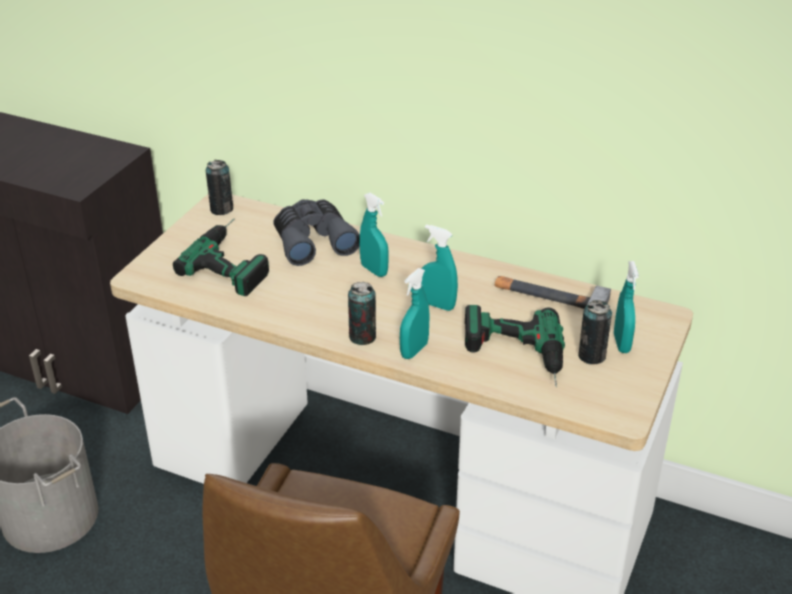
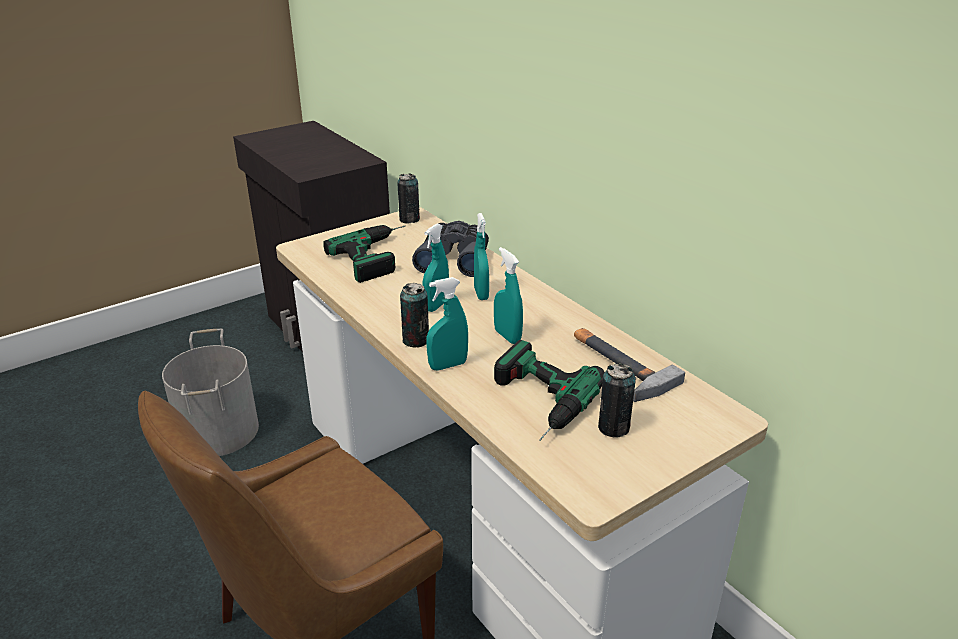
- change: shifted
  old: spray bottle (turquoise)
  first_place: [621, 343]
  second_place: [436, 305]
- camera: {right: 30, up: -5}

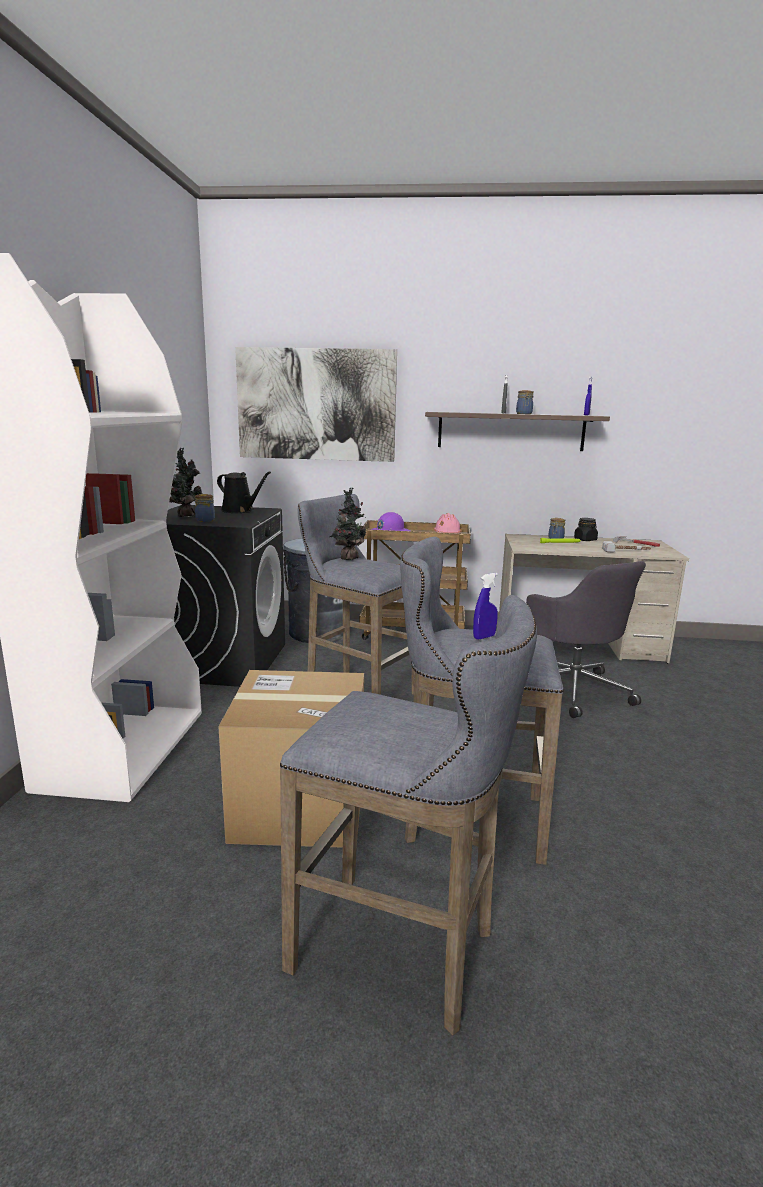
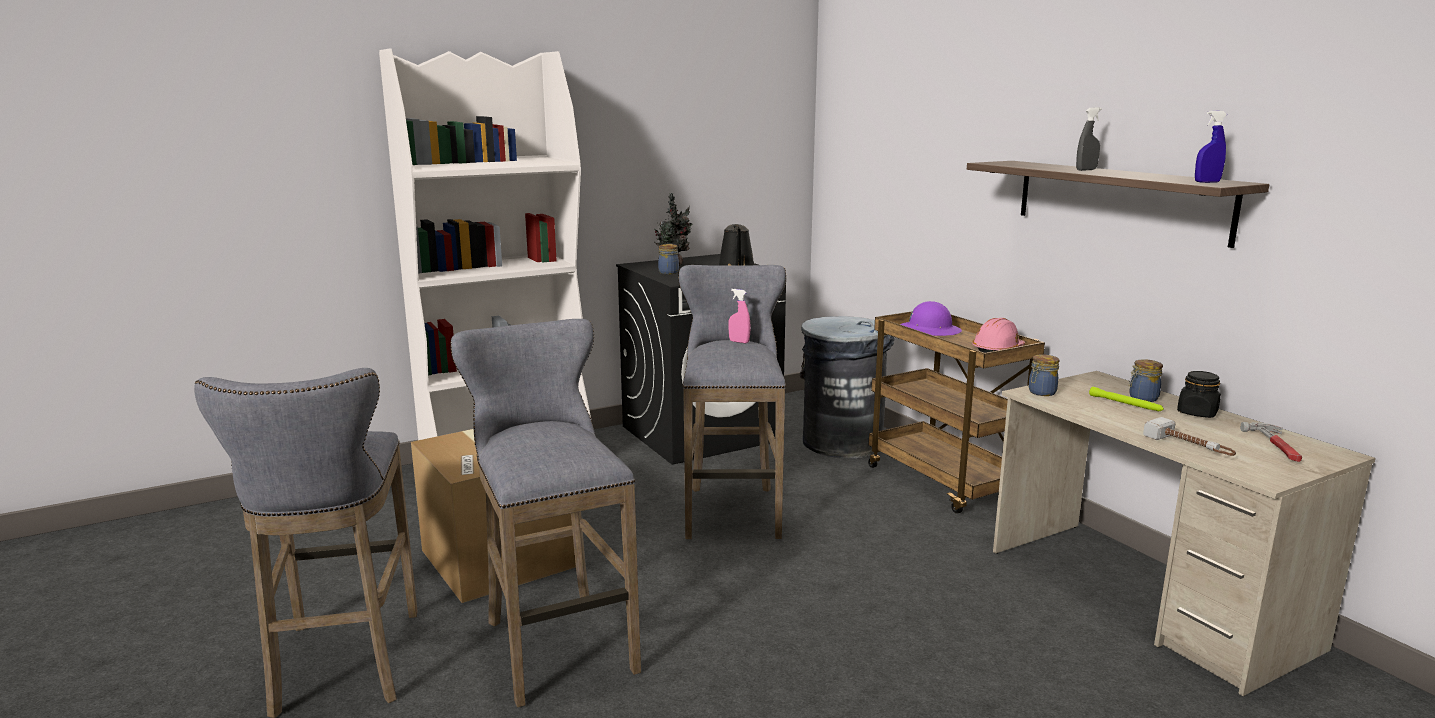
- change: swapped
  old: potted plant
  new: spray bottle (pink)
  first_place: [347, 558]
  second_place: [739, 342]
- change: shifted
  old: jar
  first_place: [524, 414]
  second_place: [1041, 392]
- change: gone
  old: picture
  first_place: [316, 405]
- change: gone
  old: spray bottle (blue)
  first_place: [484, 637]
- change: gone
  old: office chair (grey)
  first_place: [573, 690]
- camera: {right: 55, up: 0}

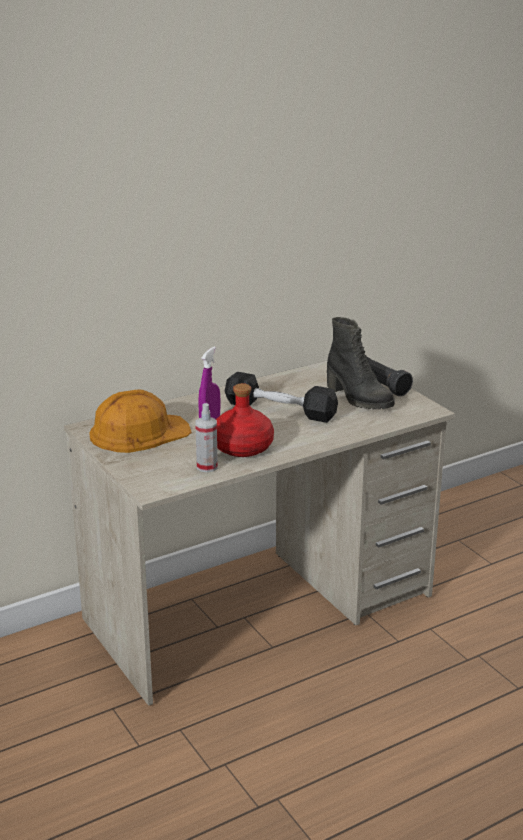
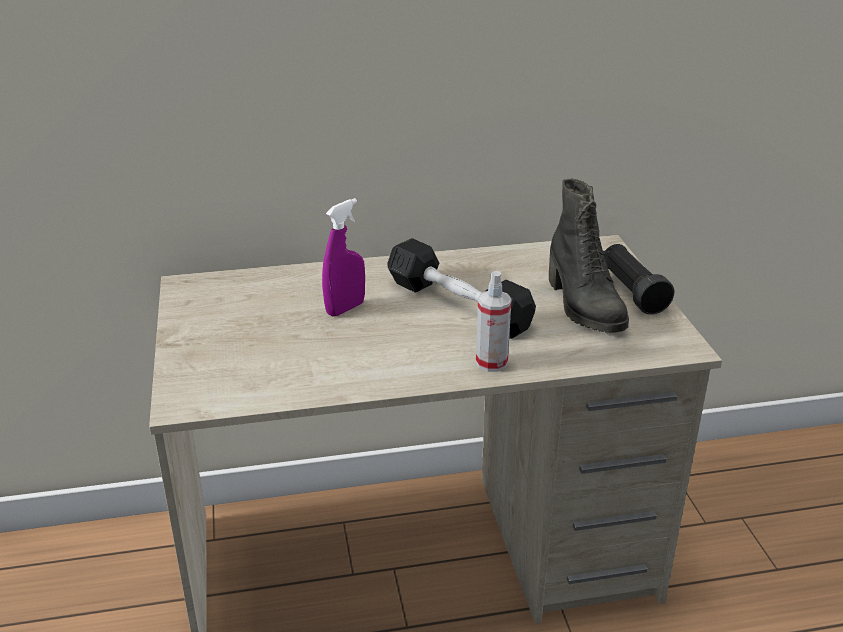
- change: shifted
  old: spray bottle
  first_place: [207, 467]
  second_place: [491, 363]
- change: gone
  old: hard hat (orange)
  first_place: [138, 432]
- change: gone
  old: bottle (red)
  first_place: [243, 447]
- camera: {right: 20, up: 5}

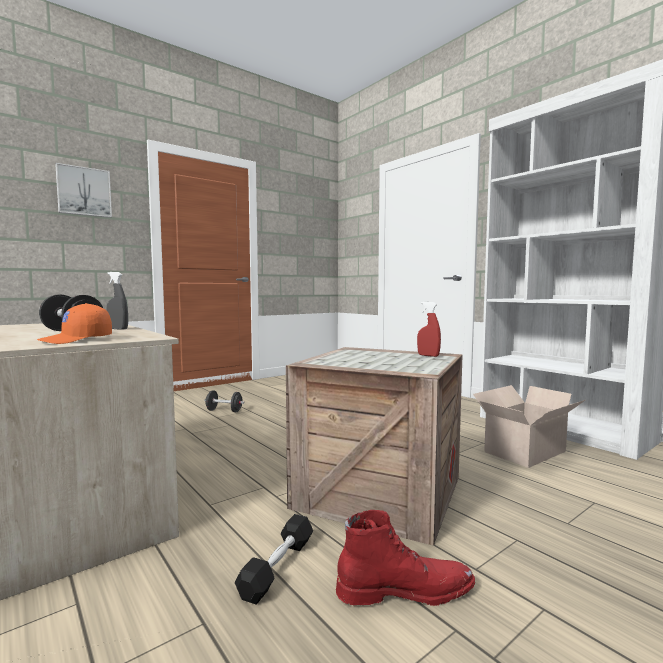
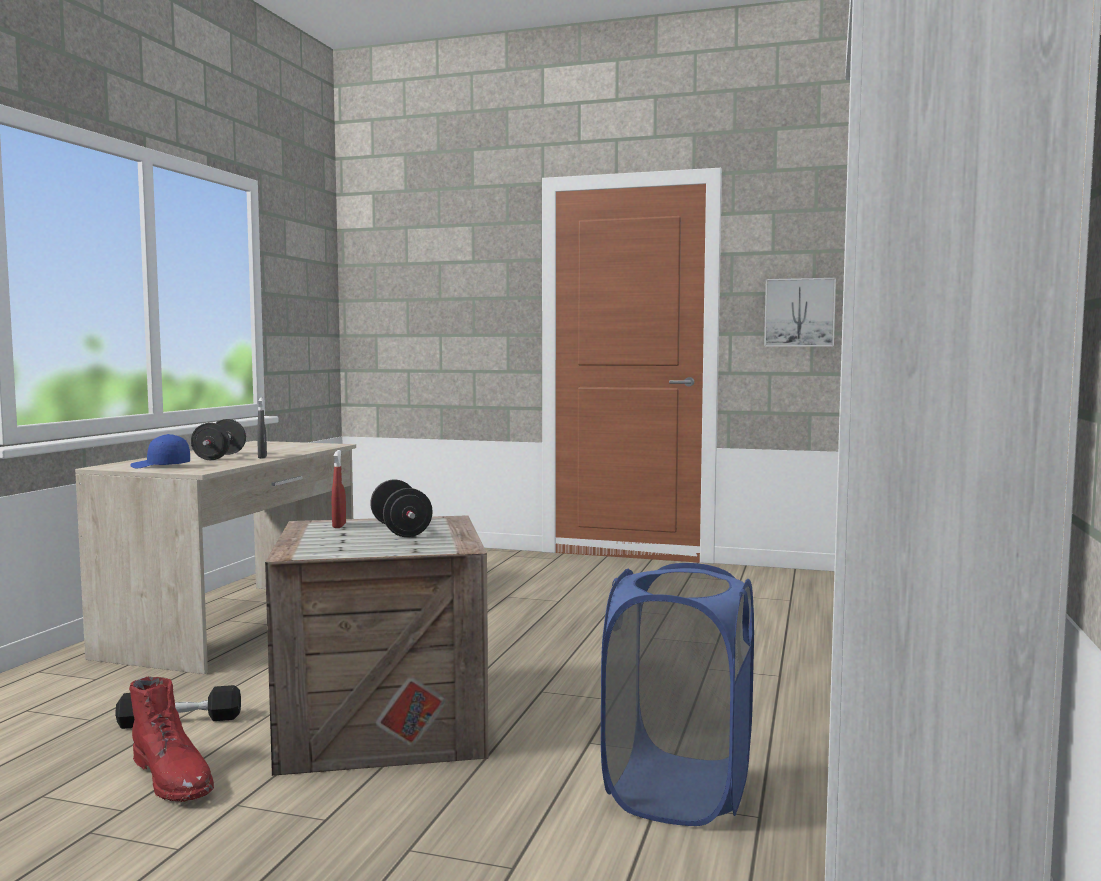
- change: repainted
  old: cap (orange)
  new: cap (blue)
  first_place: [77, 340]
  second_place: [160, 466]
- change: shifted
  old: spray bottle (red)
  first_place: [428, 355]
  second_place: [339, 526]
- change: shifted
  old: dumbbell (black)
  first_place: [224, 411]
  second_place: [401, 531]
- change: swapped
  old: cardboard box
  new: laundry basket (blue)
  first_place: [523, 452]
  second_place: [678, 790]
- change: shifted
  old: picture
  first_place: [84, 192]
  second_place: [799, 312]
- camera: {right: 55, up: 0}

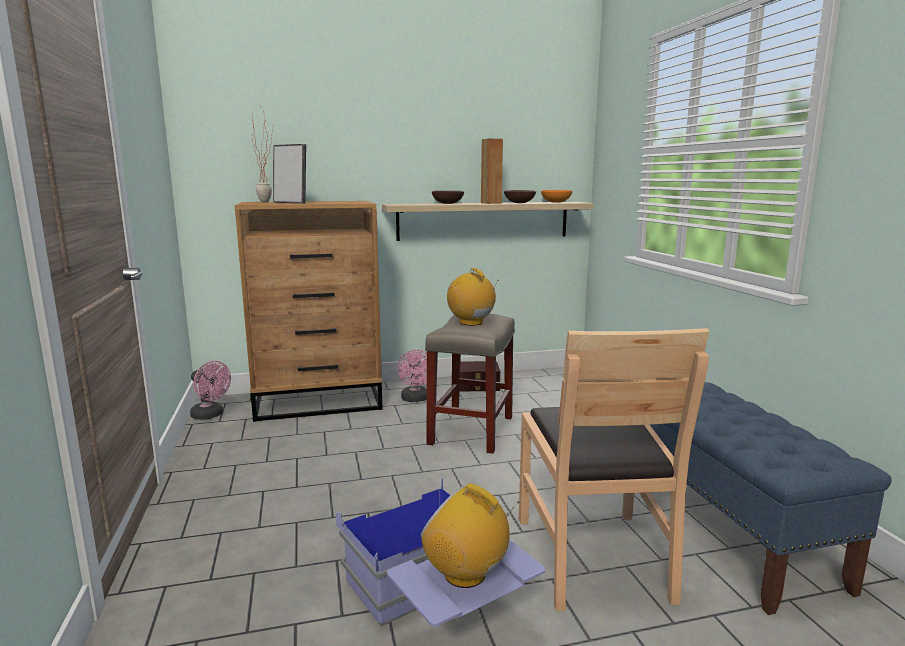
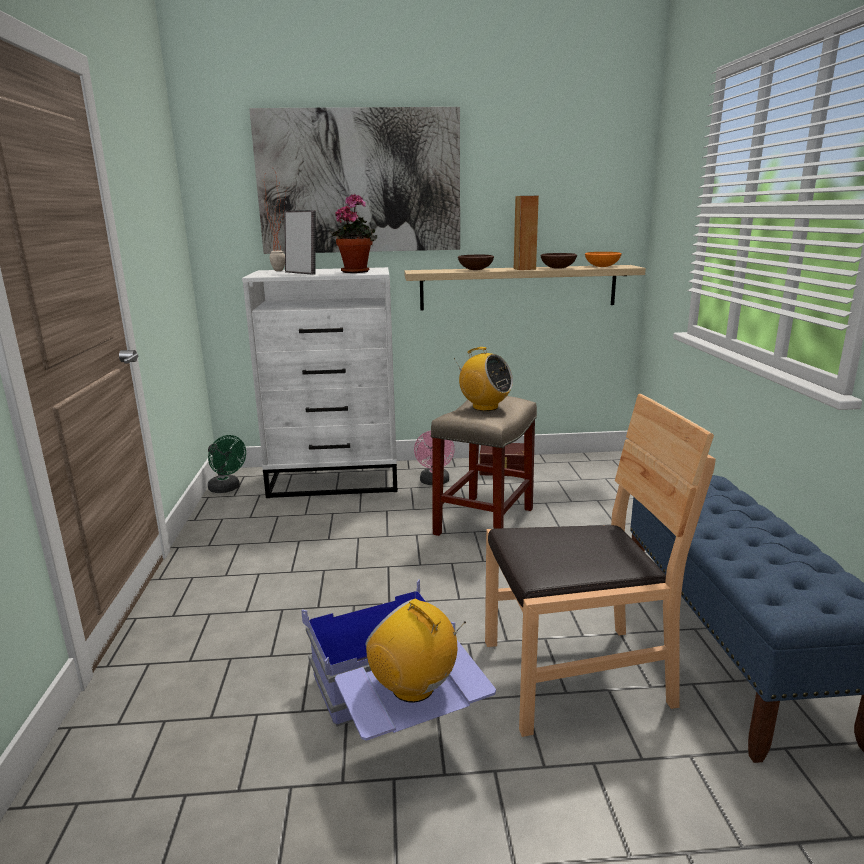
- change: repainted
  old: fan (pink)
  new: fan (green)
  first_place: [210, 415]
  second_place: [227, 489]
- change: repainted
  old: dresser (brown)
  new: dresser (white)
  first_place: [319, 402]
  second_place: [336, 480]
- change: new
  new: picture
  second_place: [359, 182]
- change: new
  new: potted plant
  second_place: [356, 271]
- change: rotated
  old: radio
  first_place: [471, 322]
  second_place: [484, 407]
  degrees: 150
- change: rotated
  old: chair (brown)
  first_place: [593, 556]
  second_place: [575, 675]
  degrees: -105
- camera: {right: 10, up: 5}

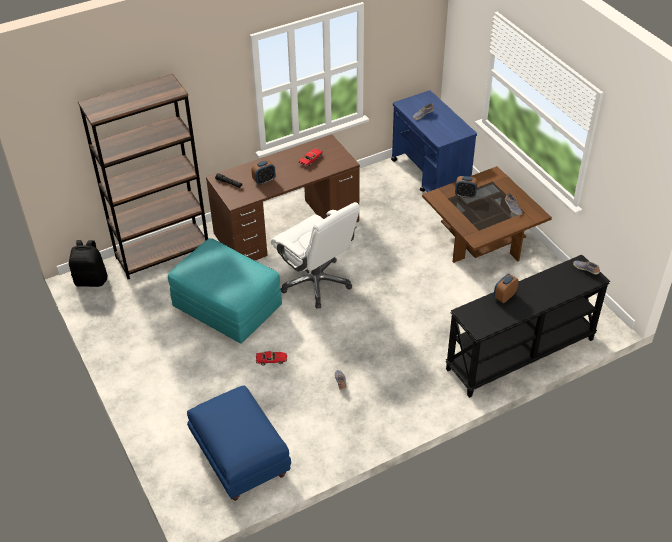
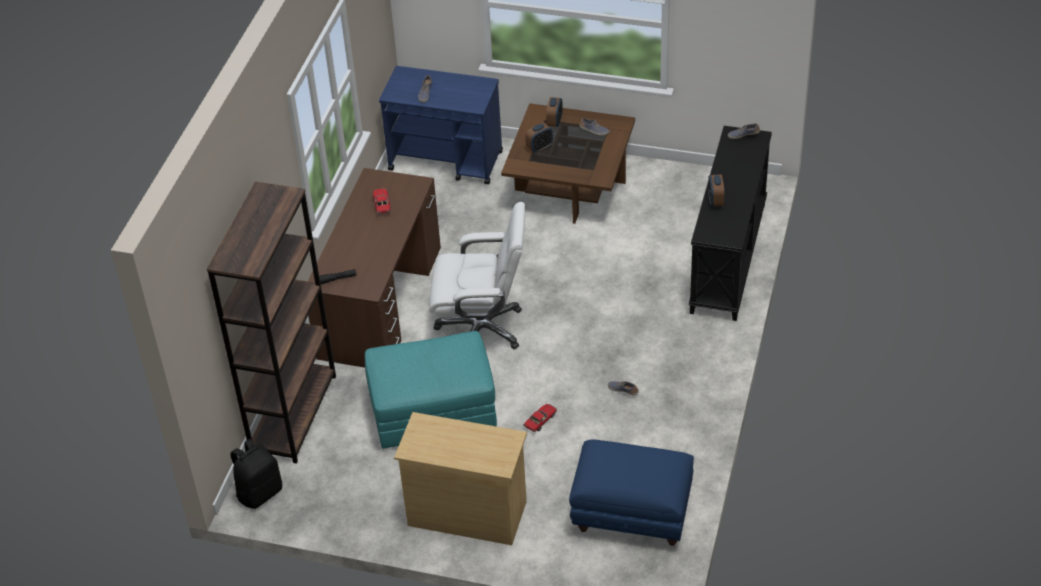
- change: new
  new: dresser (beige)
  second_place: [466, 513]
- change: shifted
  old: alarm clock
  first_place: [264, 181]
  second_place: [554, 122]
- camera: {right: -45, up: 0}

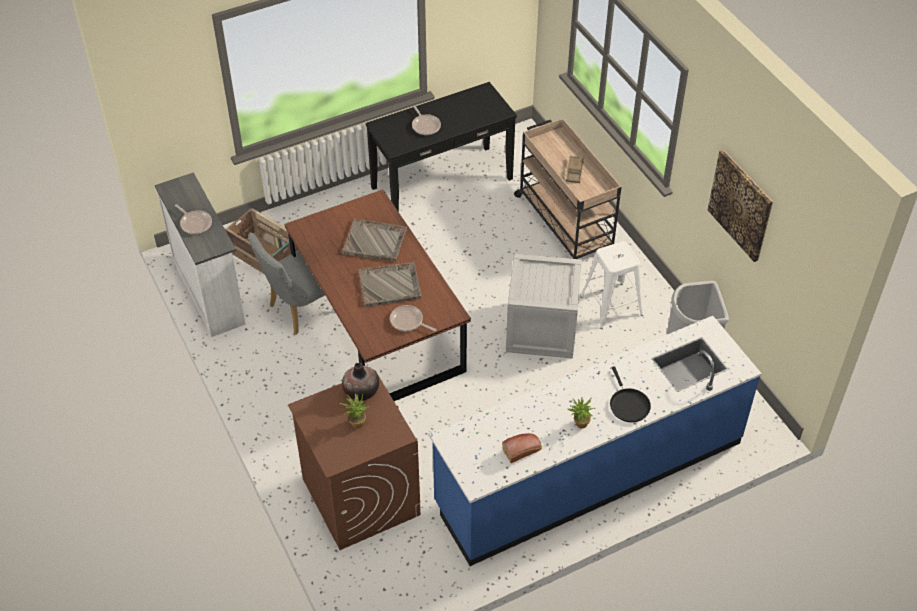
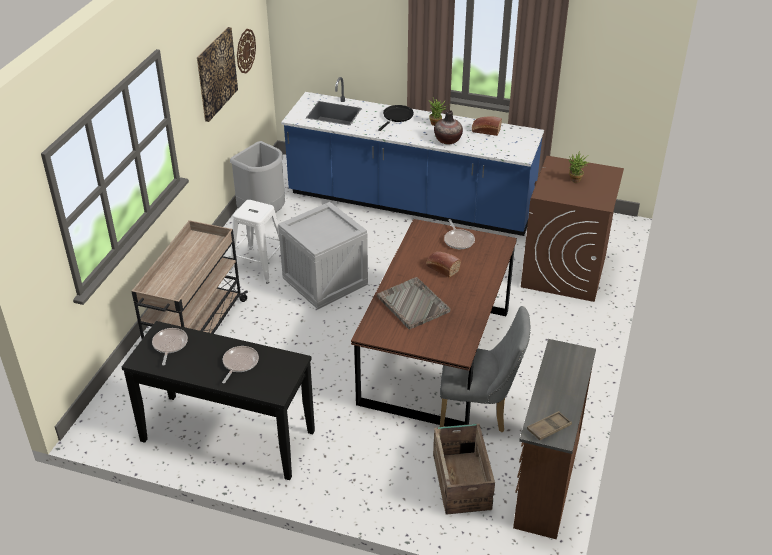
- change: shifted
  old: frying pan
  first_place: [195, 223]
  second_place: [169, 345]
- change: new
  new: wall clock
  second_place: [245, 51]
- change: swapped
  old: tray (grey)
  new: bread
  first_place: [390, 285]
  second_place: [441, 268]
- change: shifted
  old: vase
  first_place: [361, 391]
  second_place: [447, 140]
- change: repainted
  old: dresser (white)
  new: dresser (brown)
  first_place: [210, 292]
  second_place: [545, 482]
- change: shifted
  old: tray (brown)
  first_place: [574, 171]
  second_place: [549, 428]
- camera: {right: -135, up: -10}

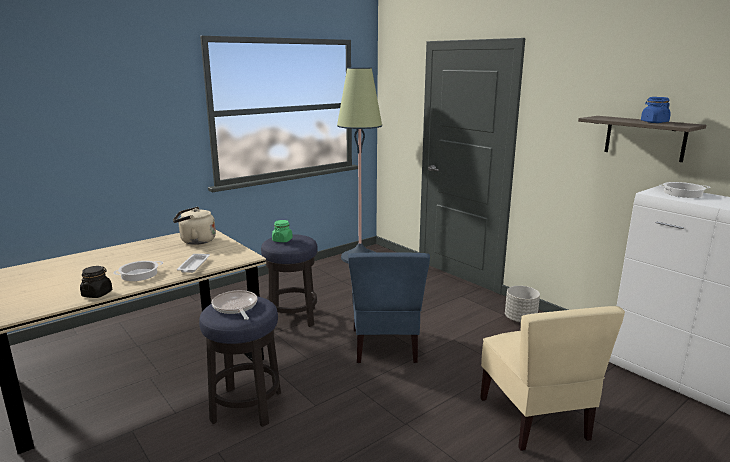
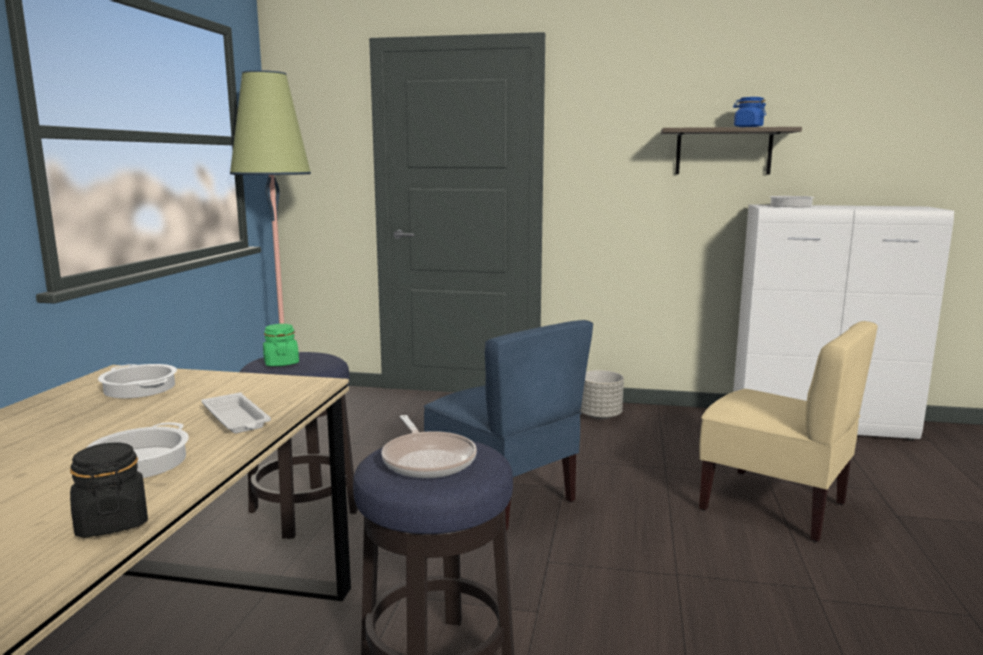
- change: swapped
  old: kettle (beige)
  new: cooking pot
  first_place: [195, 241]
  second_place: [139, 388]
- change: rotated
  old: frying pan
  first_place: [235, 307]
  second_place: [428, 459]
  degrees: -135
- camera: {right: -40, up: -5}

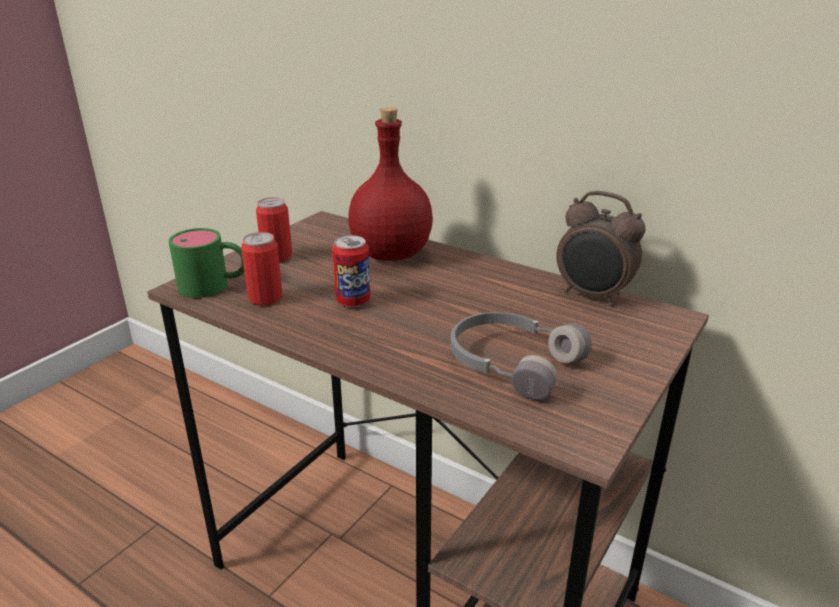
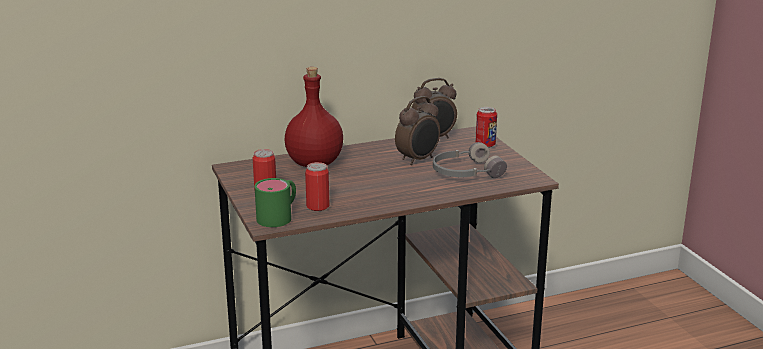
- change: new
  new: alarm clock
  second_place: [418, 160]
- change: shifted
  old: can
  first_place: [353, 301]
  second_place: [485, 145]
- camera: {right: -55, up: -5}

